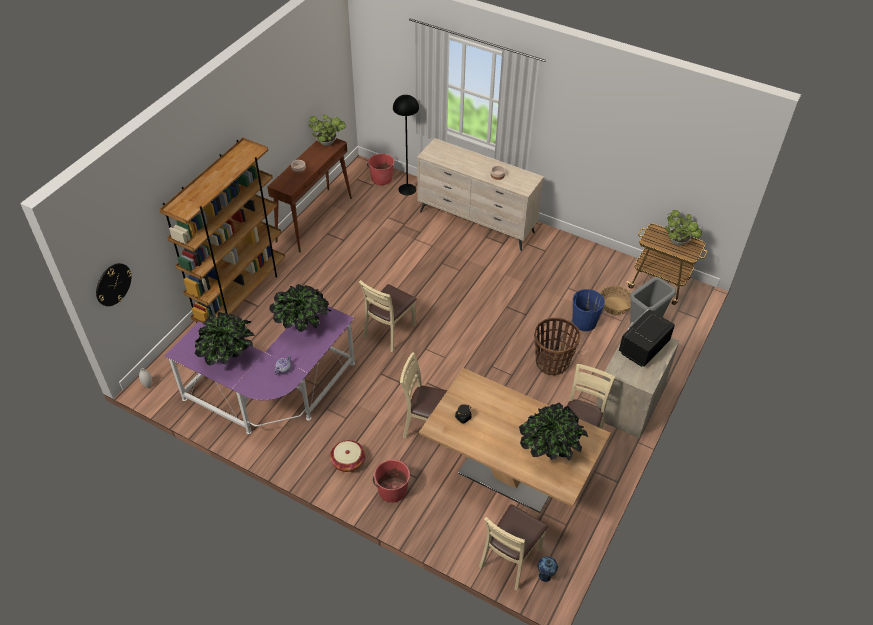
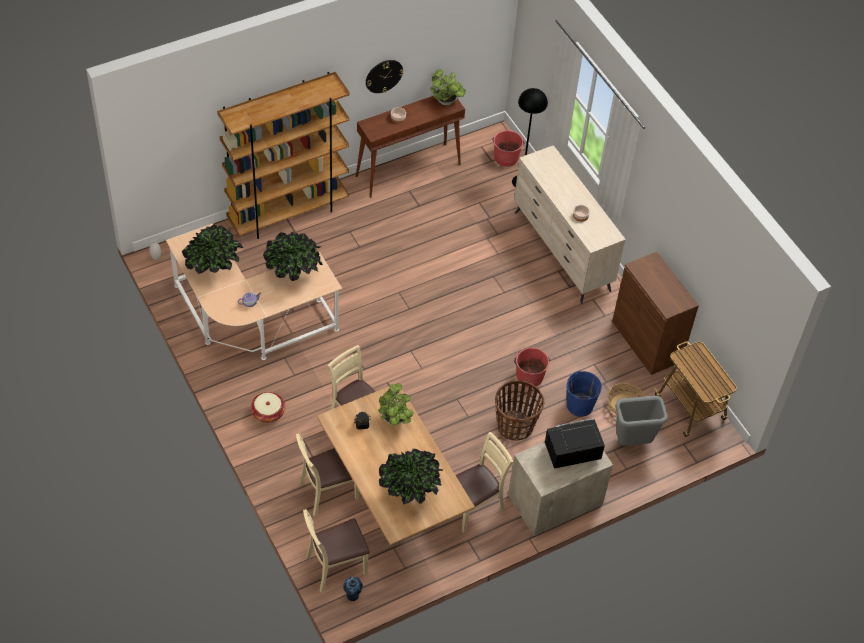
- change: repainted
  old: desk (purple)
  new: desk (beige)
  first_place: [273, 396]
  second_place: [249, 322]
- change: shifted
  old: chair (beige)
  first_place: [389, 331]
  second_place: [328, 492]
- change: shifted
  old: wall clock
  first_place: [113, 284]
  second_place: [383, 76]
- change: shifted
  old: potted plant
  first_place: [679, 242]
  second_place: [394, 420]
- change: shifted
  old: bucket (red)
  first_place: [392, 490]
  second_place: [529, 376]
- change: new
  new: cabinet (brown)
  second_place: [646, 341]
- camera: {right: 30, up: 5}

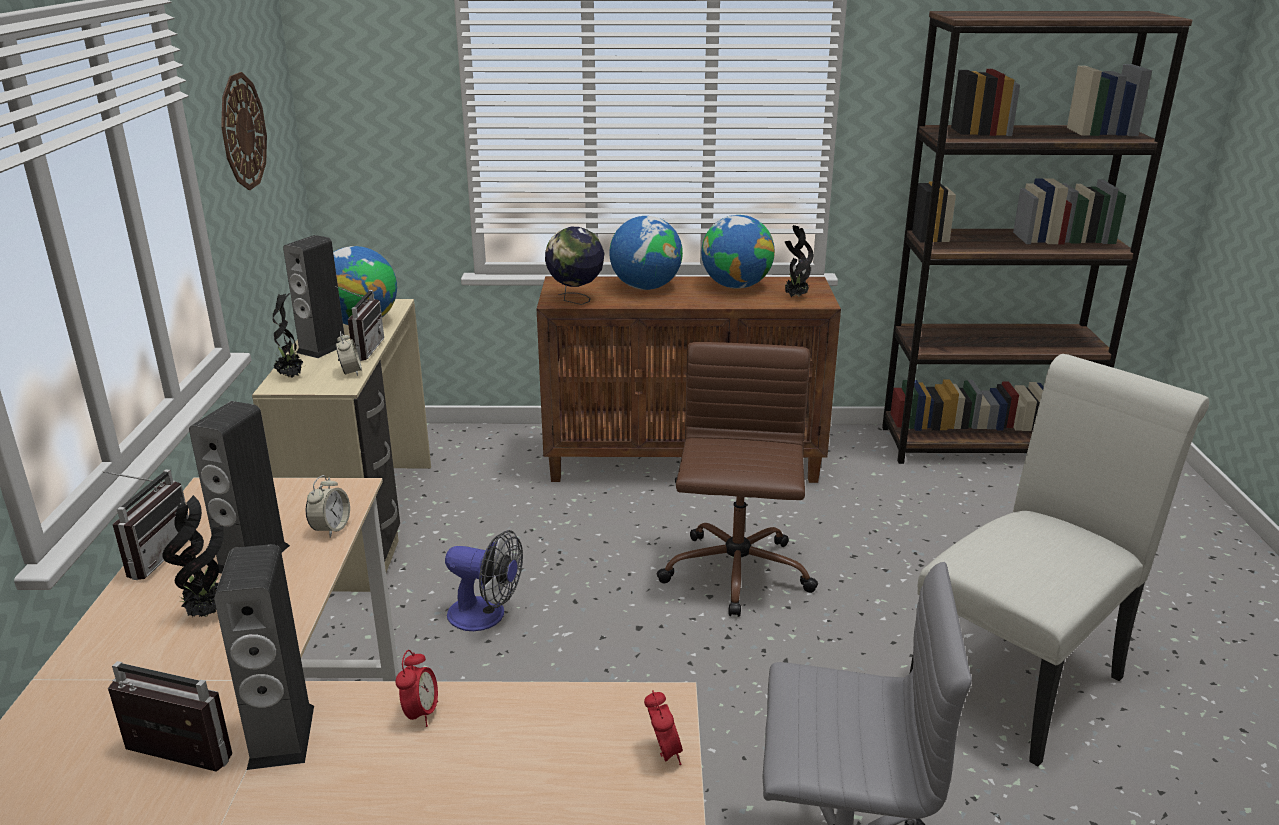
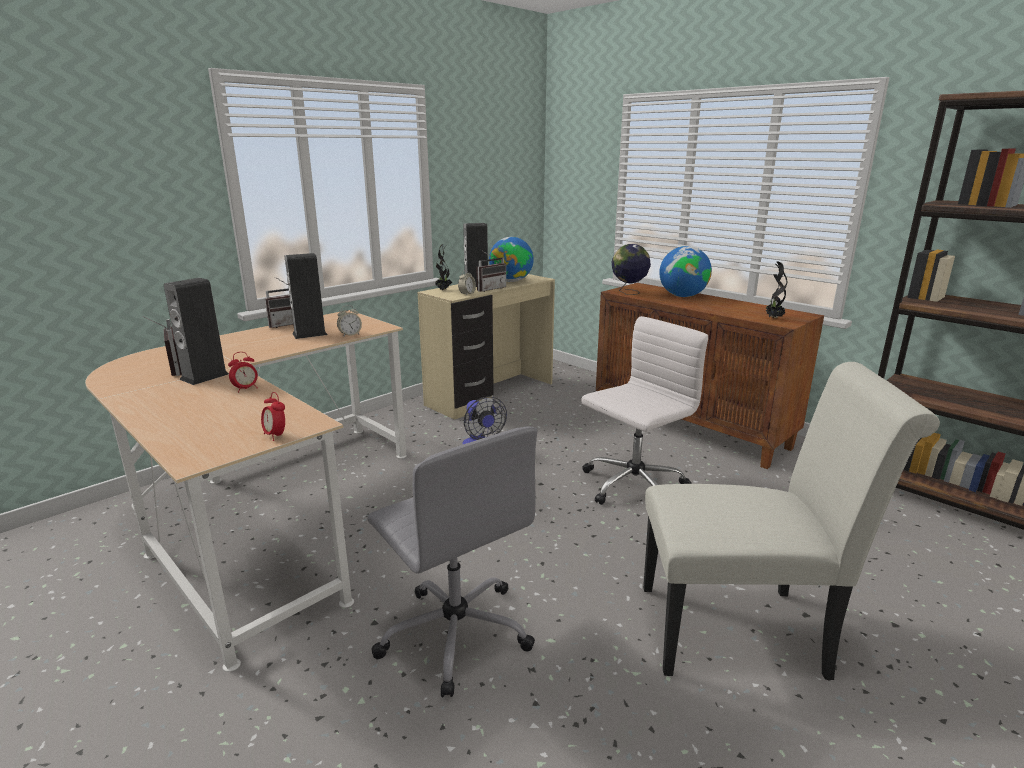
- change: rotated
  old: alarm clock
  first_place: [663, 754]
  second_place: [275, 436]
  degrees: 105
- change: repainted
  old: office chair (brown)
  new: office chair (white)
  first_place: [736, 574]
  second_place: [632, 487]
- change: gone
  old: potted plant
  first_place: [209, 613]
- change: gone
  old: wall clock
  first_place: [242, 131]
- change: gone
  old: globe
  first_place: [736, 286]
- camera: {right: 45, up: -5}

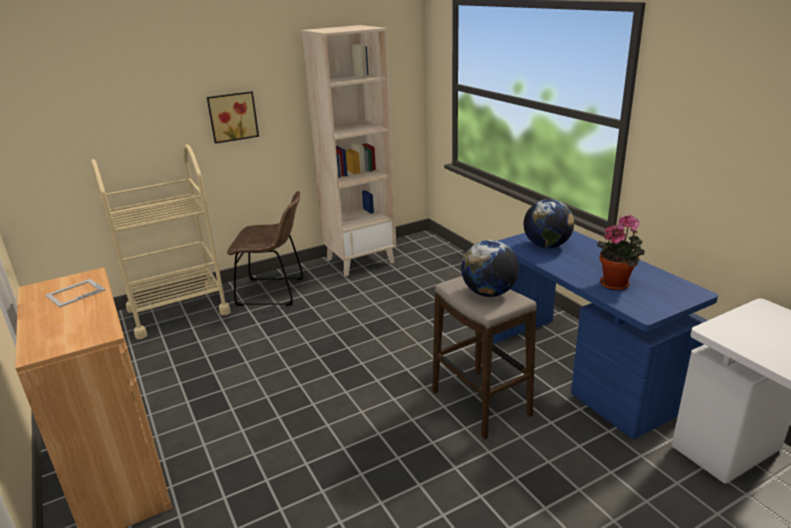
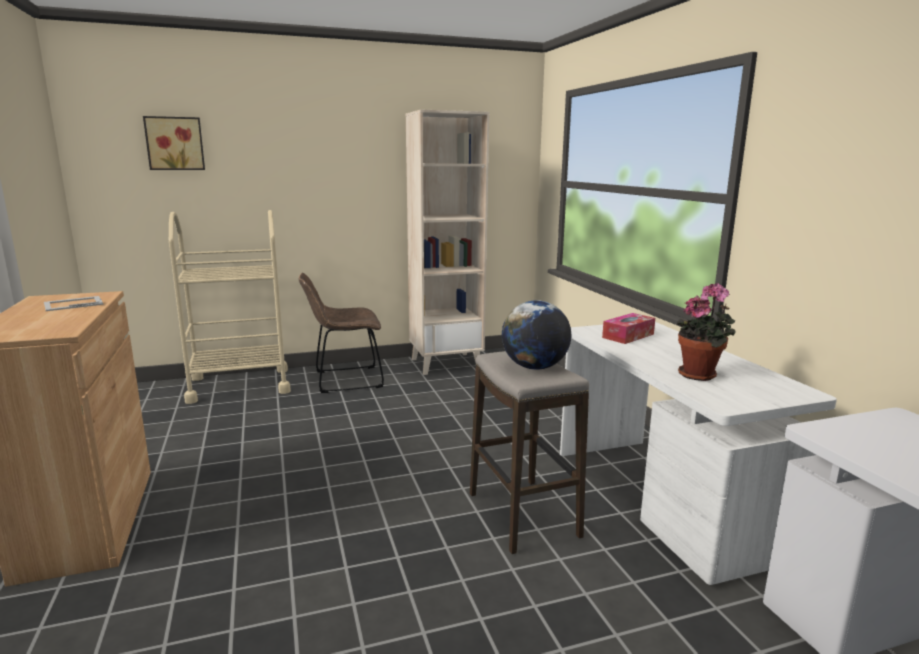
- change: shifted
  old: picture
  first_place: [232, 116]
  second_place: [175, 143]
- change: rotated
  old: chair (brown)
  first_place: [275, 292]
  second_place: [344, 380]
  degrees: 150
- change: repainted
  old: desk (blue)
  new: desk (white)
  first_place: [582, 373]
  second_place: [663, 501]
- change: swapped
  old: globe
  new: tissue box
  first_place: [546, 246]
  second_place: [628, 336]
- camera: {right: 10, up: -10}

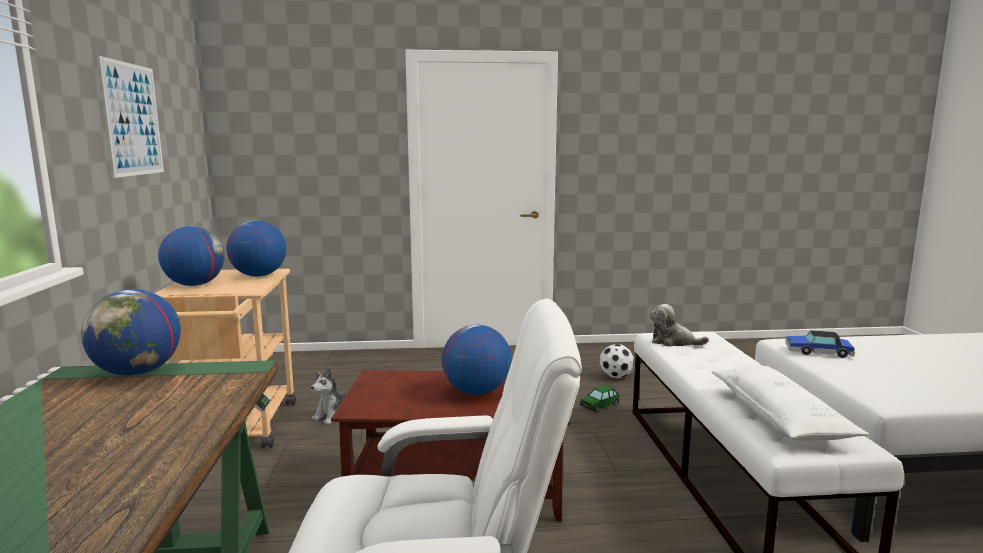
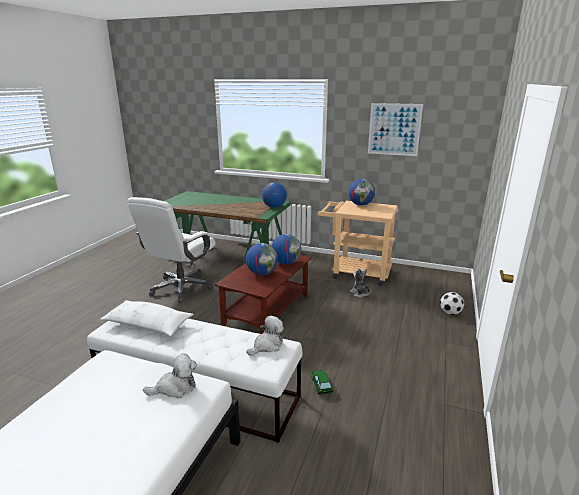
- change: swapped
  old: toy car
  new: plush toy
  first_place: [818, 352]
  second_place: [175, 388]
- change: shifted
  old: globe
  first_place: [258, 276]
  second_place: [286, 262]
- change: shifted
  old: football
  first_place: [616, 377]
  second_place: [450, 313]
- camera: {right: 115, up: 10}

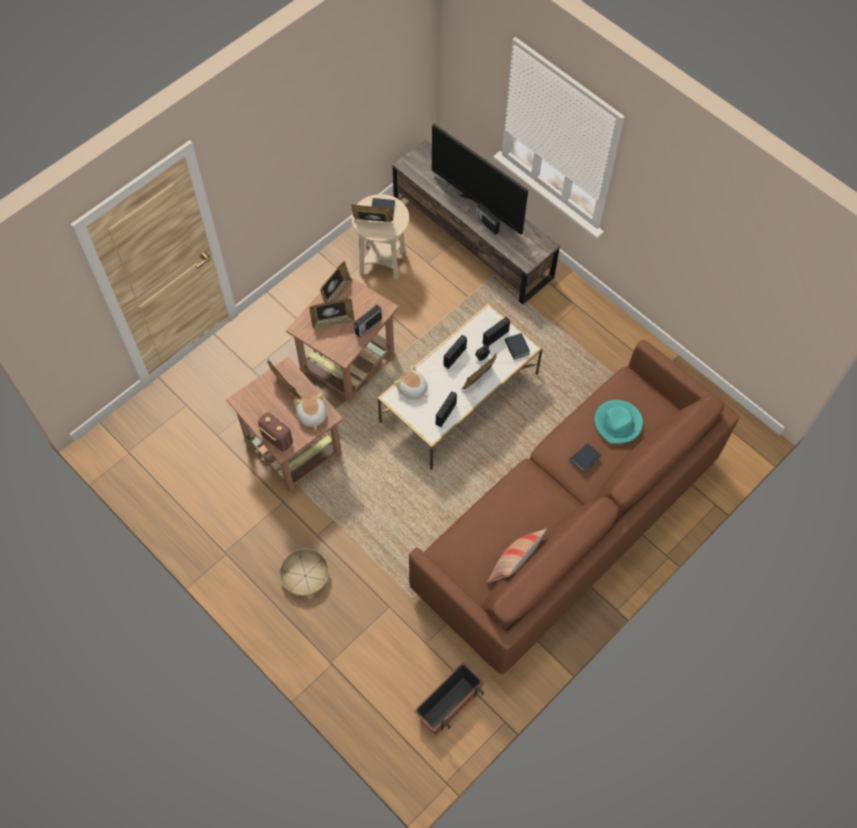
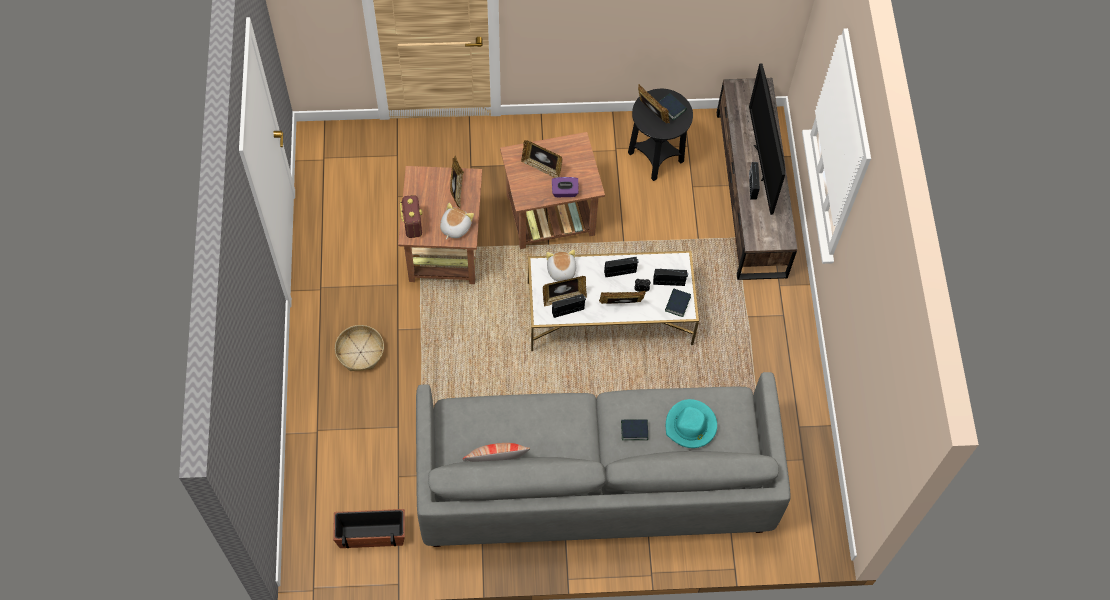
- change: repainted
  old: sofa (brown)
  new: sofa (grey)
  first_place: [566, 524]
  second_place: [595, 481]
- change: shifted
  old: picture frame
  first_place: [336, 293]
  second_place: [564, 298]
- change: swapped
  old: radio
  new: tissue box (purple)
  first_place: [367, 326]
  second_place: [564, 192]
- change: repainted
  old: side table (beige)
  new: side table (black)
  first_place: [382, 261]
  second_place: [656, 157]
- camera: {right: 40, up: 0}

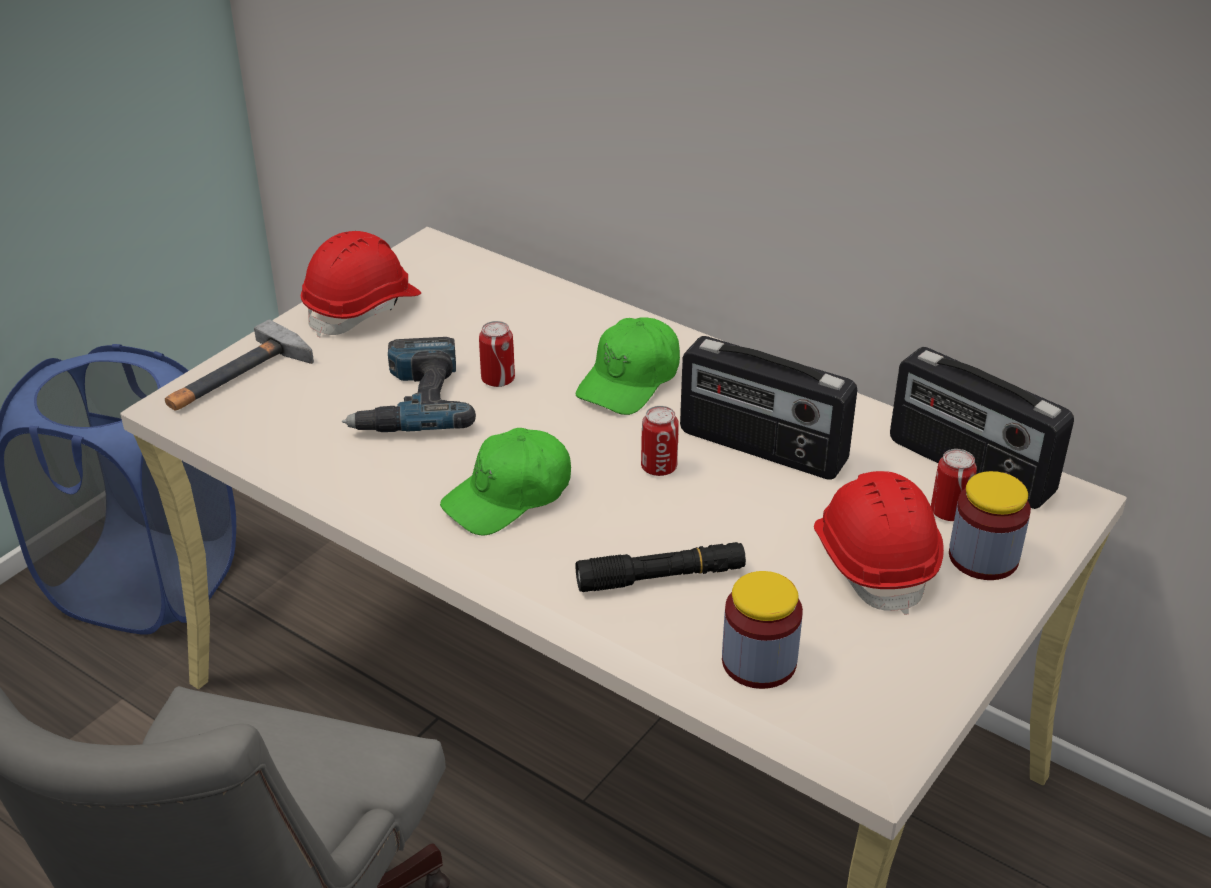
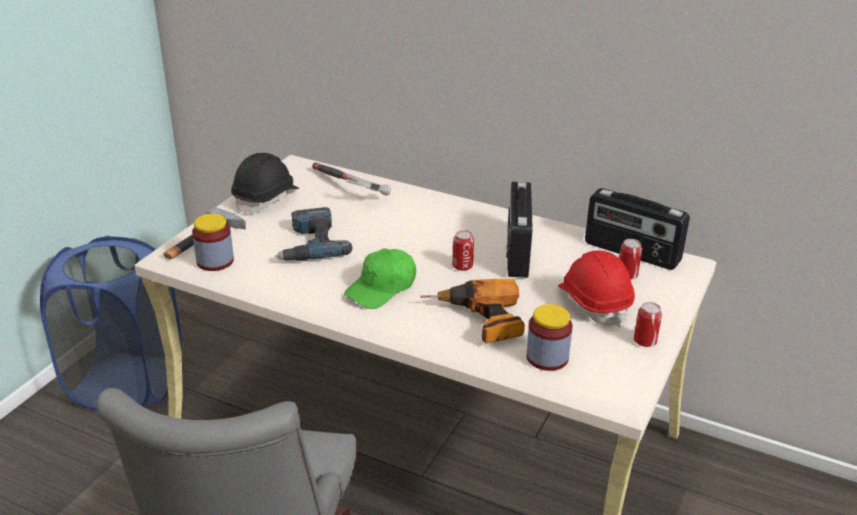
- change: shifted
  old: jar
  first_place: [983, 557]
  second_place: [215, 261]
- change: repainted
  old: hard hat (red)
  new: hard hat (black)
  first_place: [363, 308]
  second_place: [266, 198]
- change: new
  new: hammer
  second_place: [347, 189]
- change: swapped
  old: flashlight (black)
  new: power drill
  first_place: [661, 578]
  second_place: [480, 321]
- change: rotated
  old: radio
  first_place: [761, 448]
  second_place: [516, 252]
  degrees: 75
- change: shifted
  old: can
  first_place: [498, 379]
  second_place: [645, 341]
- change: gone
  old: cap (green)
  first_place: [630, 380]
- camera: {right: -10, up: -5}

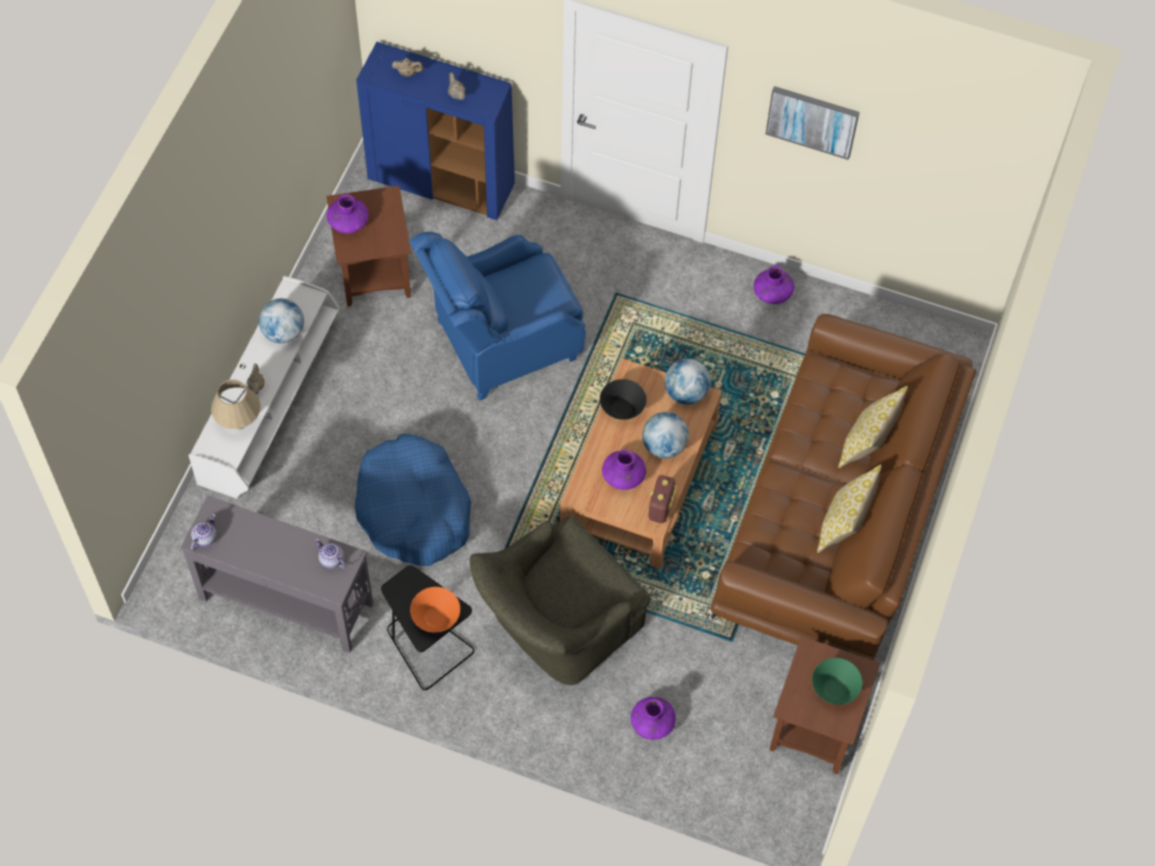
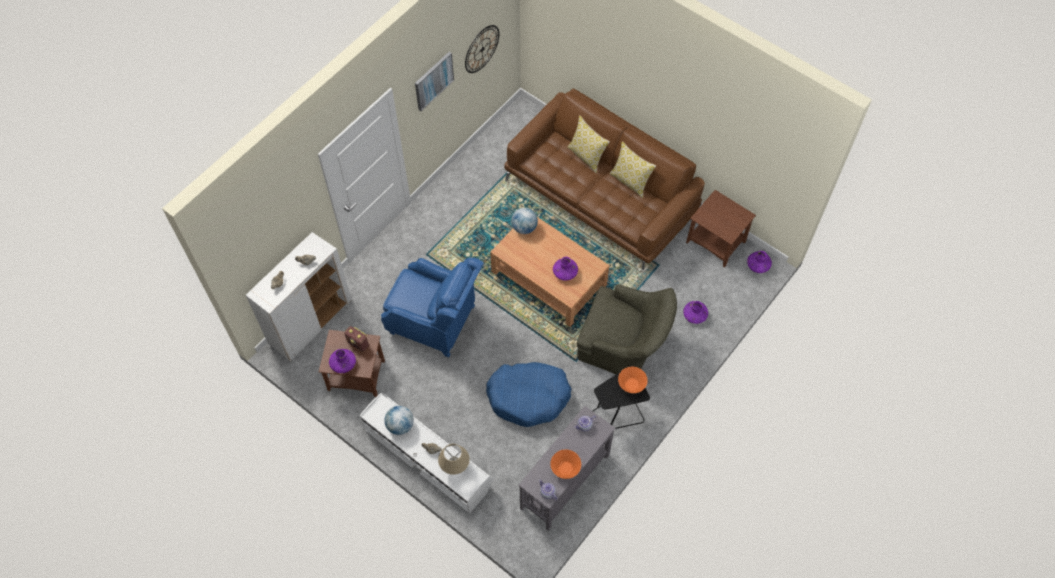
- change: repainted
  old: cabinet (blue)
  new: cabinet (white)
  first_place: [442, 182]
  second_place: [310, 321]
- change: shifted
  old: radio
  first_place: [661, 508]
  second_place: [358, 344]
- change: rotated
  old: armchair (blue)
  first_place: [502, 342]
  second_place: [435, 321]
  degrees: -60
- change: new
  new: wall clock
  second_place: [482, 49]
- change: new
  new: bowl (orange)
  second_place: [565, 468]
- change: rotated
  old: armchair (green)
  first_place: [556, 625]
  second_place: [624, 344]
  degrees: -45
- change: shifted
  old: vase (purple)
  first_place: [772, 292]
  second_place: [758, 265]
- change: gone
  old: bowl (black)
  first_place: [622, 409]
- change: gone
  old: globe
  first_place: [664, 446]
- change: gone
  old: bowl (green)
  first_place: [834, 689]
- camera: {right: -70, up: 0}

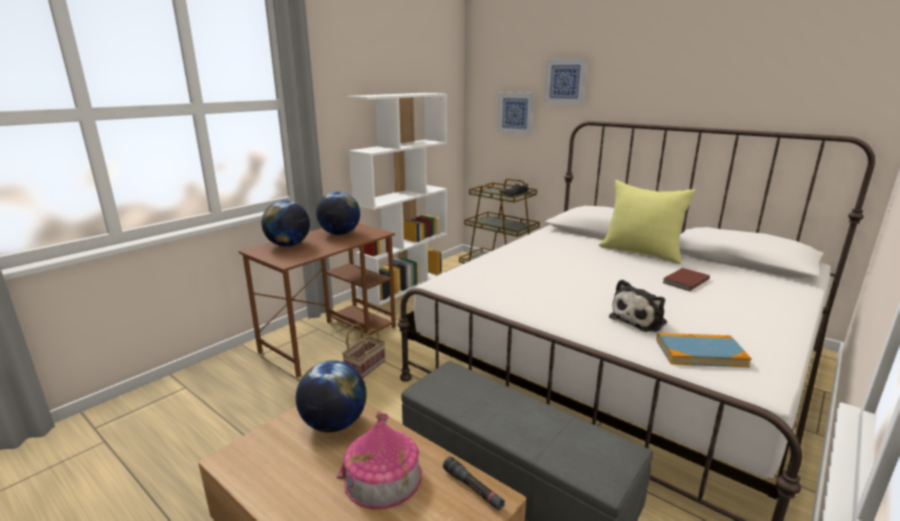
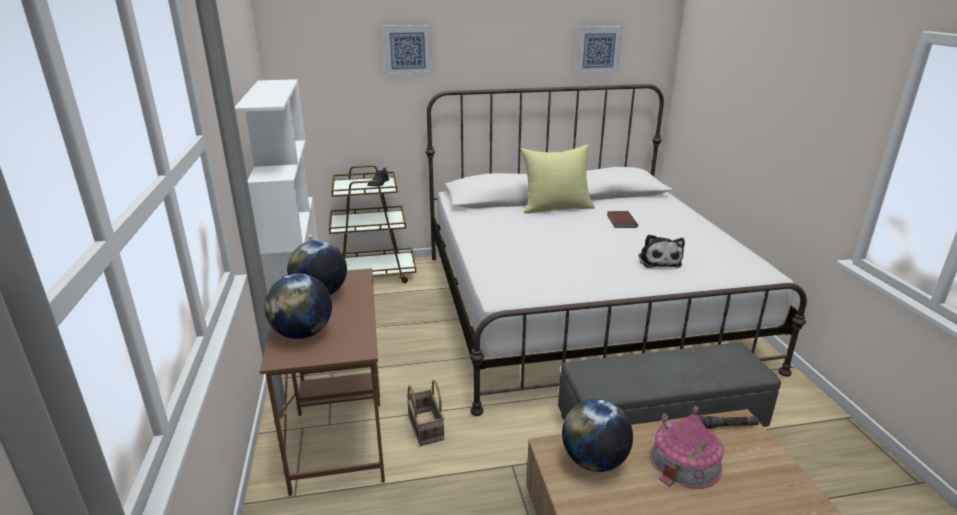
- change: shifted
  old: picture
  first_place: [515, 113]
  second_place: [598, 50]
- change: gone
  old: book
  first_place: [700, 353]
- camera: {right: -50, up: 5}

